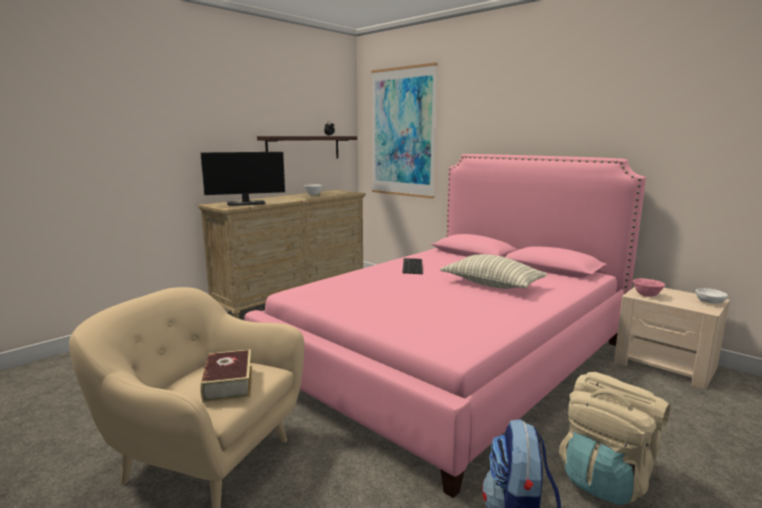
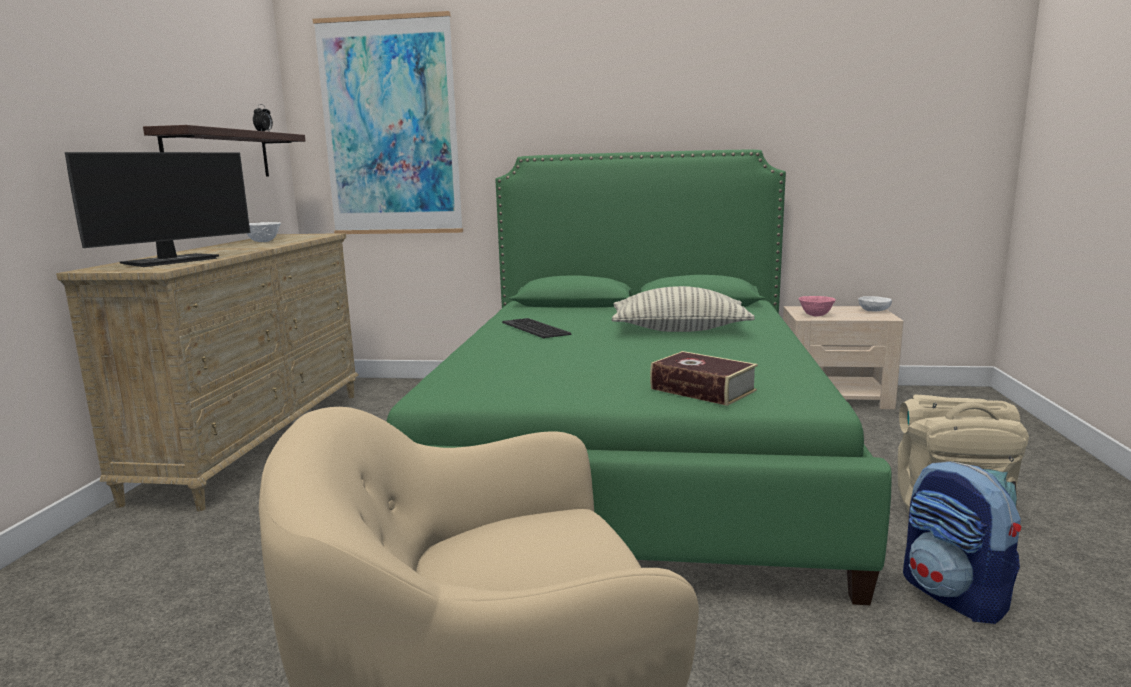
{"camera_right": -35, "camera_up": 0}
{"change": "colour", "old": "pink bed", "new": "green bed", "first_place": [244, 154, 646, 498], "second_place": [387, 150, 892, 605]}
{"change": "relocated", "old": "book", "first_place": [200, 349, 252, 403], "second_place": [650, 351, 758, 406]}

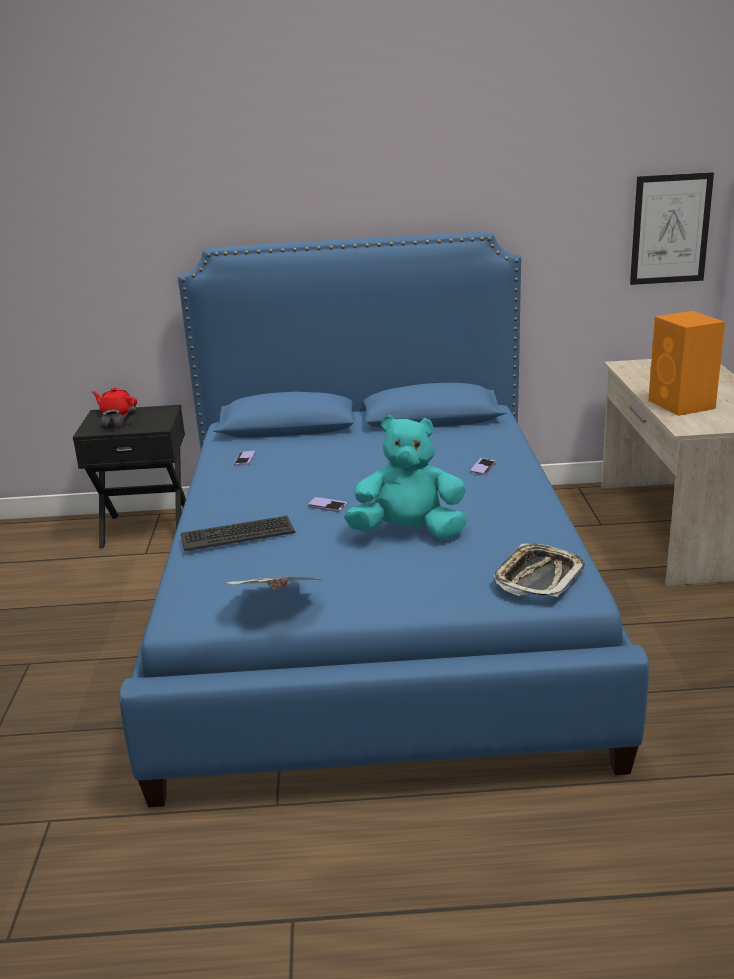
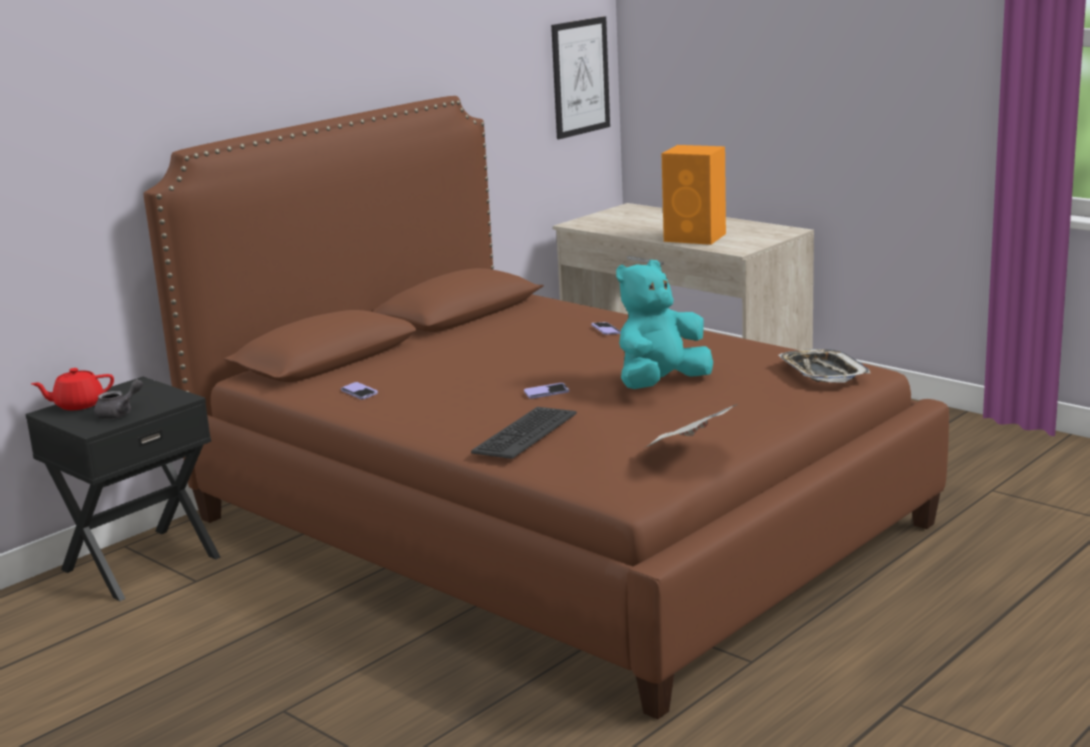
{"camera_right": -45, "camera_up": -5}
{"change": "colour", "old": "blue bed", "new": "brown bed", "first_place": [119, 232, 649, 808], "second_place": [144, 96, 949, 720]}

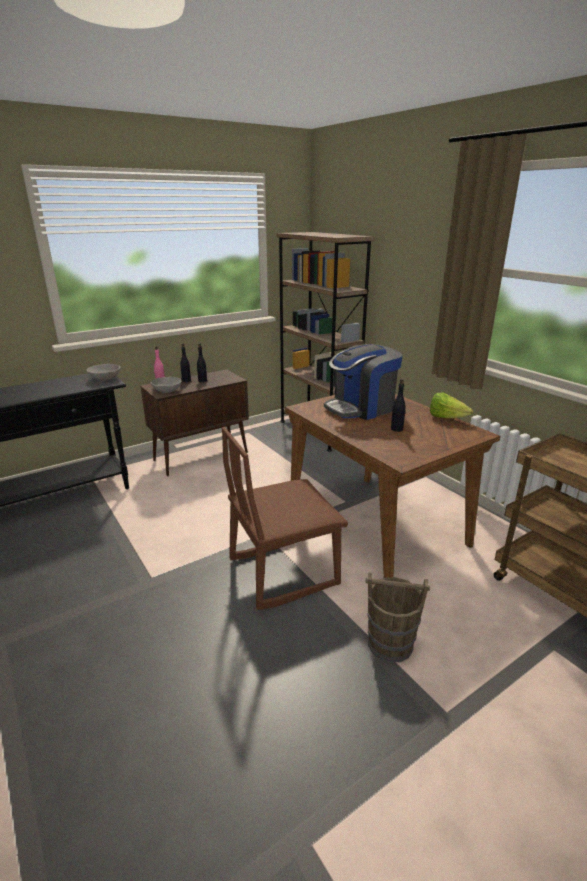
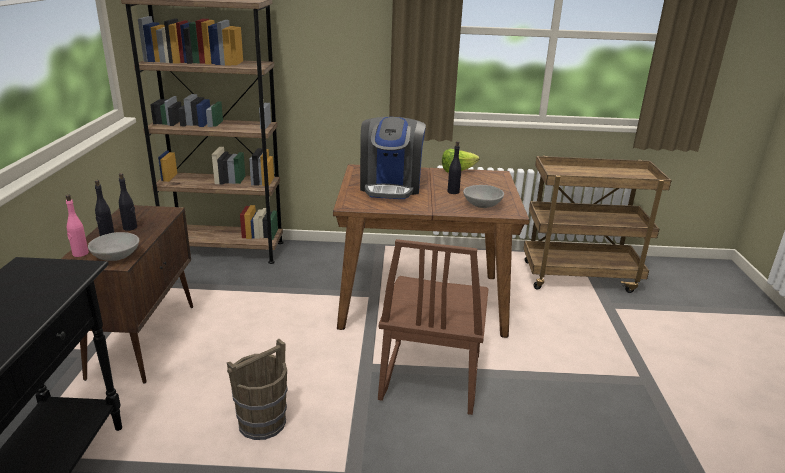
{"camera_right": -55, "camera_up": 0}
{"change": "relocated", "old": "brown bucket", "first_place": [365, 572, 430, 663], "second_place": [227, 339, 287, 440]}
{"change": "relocated", "old": "grey bowl", "first_place": [87, 364, 120, 381], "second_place": [463, 185, 504, 208]}

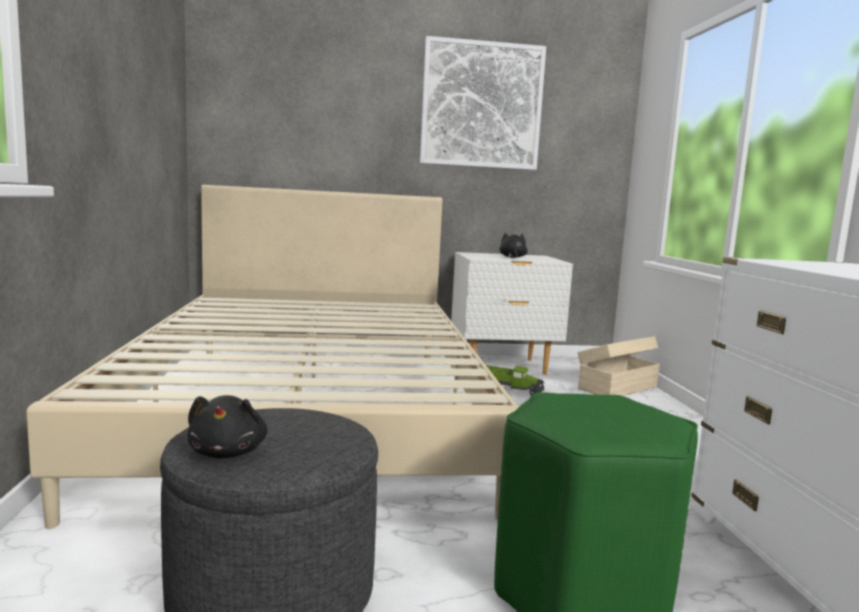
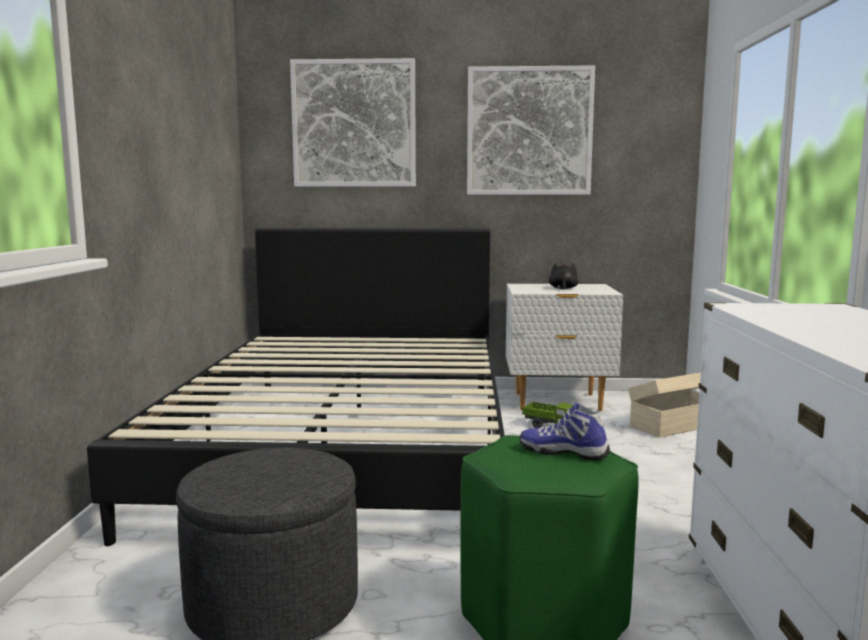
{"camera_right": 10, "camera_up": 0}
{"change": "colour", "old": "beige bed", "new": "black bed", "first_place": [26, 185, 520, 529], "second_place": [87, 228, 505, 546]}
{"change": "appeared", "new": "picture", "second_place": [290, 58, 416, 187]}
{"change": "appeared", "new": "shoe", "second_place": [519, 403, 610, 460]}
{"change": "missing", "old": "black plush toy", "first_place": [187, 395, 267, 458]}

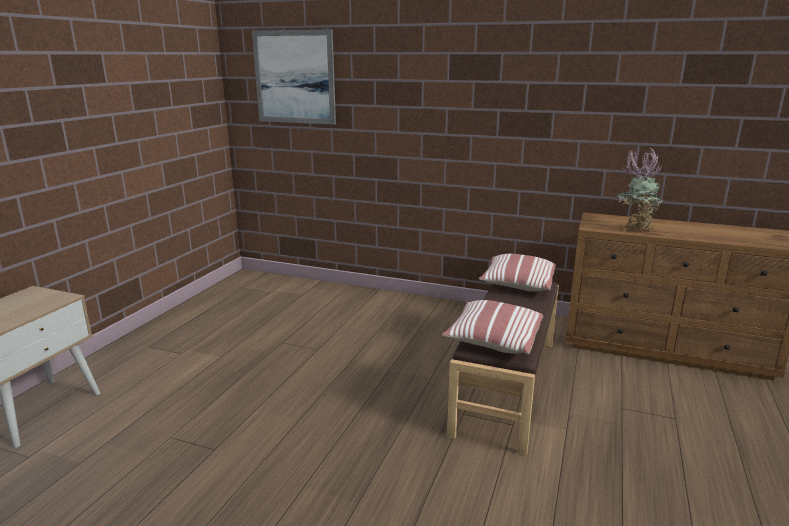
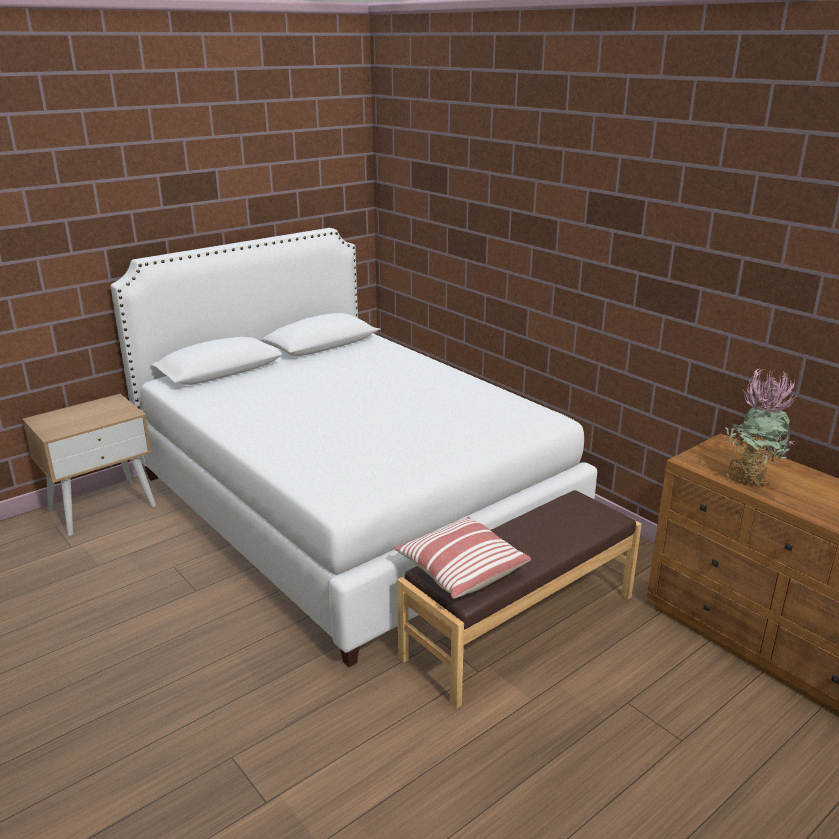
{"camera_right": 30, "camera_up": 5}
{"change": "appeared", "new": "white bed", "second_place": [110, 228, 597, 667]}
{"change": "missing", "old": "picture", "first_place": [252, 29, 336, 125]}
{"change": "missing", "old": "pillow", "first_place": [479, 254, 556, 291]}

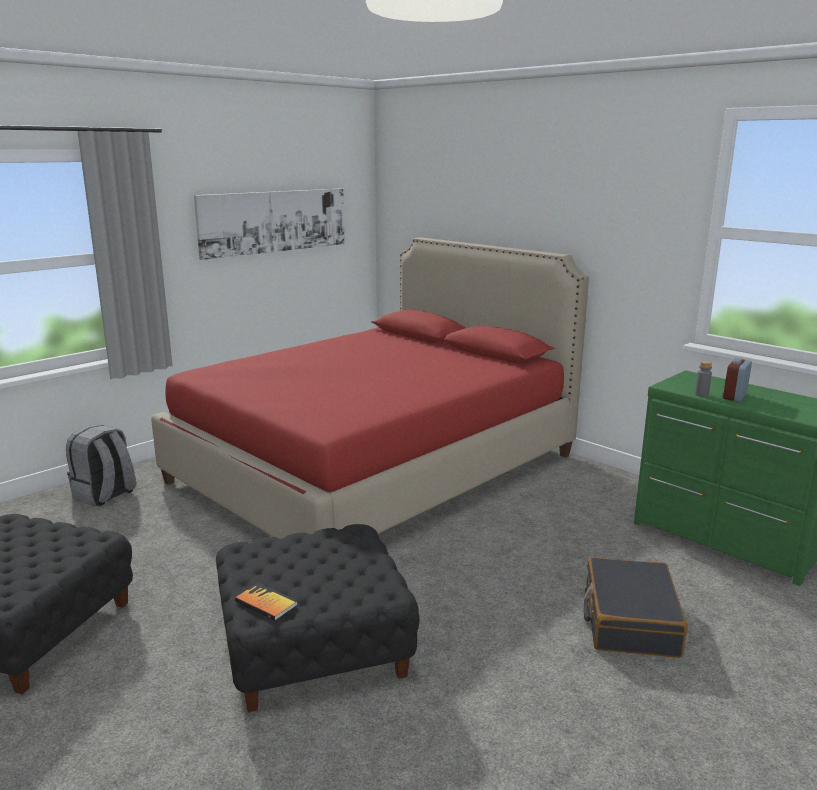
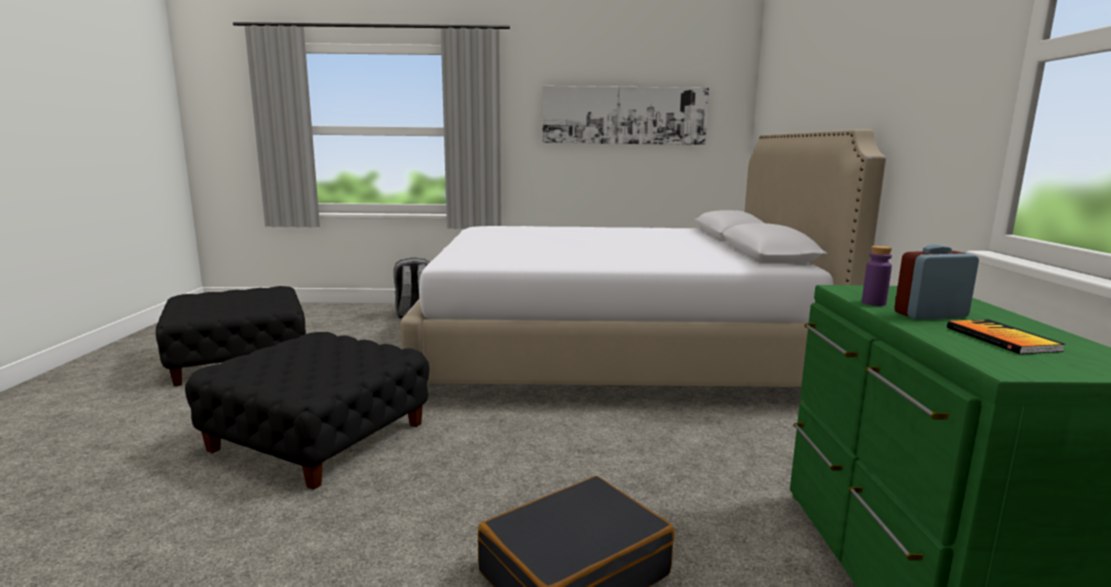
{"camera_right": 45, "camera_up": -5}
{"change": "colour", "old": "red bed", "new": "white bed", "first_place": [151, 237, 589, 539], "second_place": [400, 129, 886, 387]}
{"change": "colour", "old": "grey bottle", "new": "purple bottle", "first_place": [695, 361, 712, 397], "second_place": [862, 246, 892, 306]}
{"change": "relocated", "old": "book", "first_place": [235, 583, 298, 621], "second_place": [947, 319, 1066, 354]}

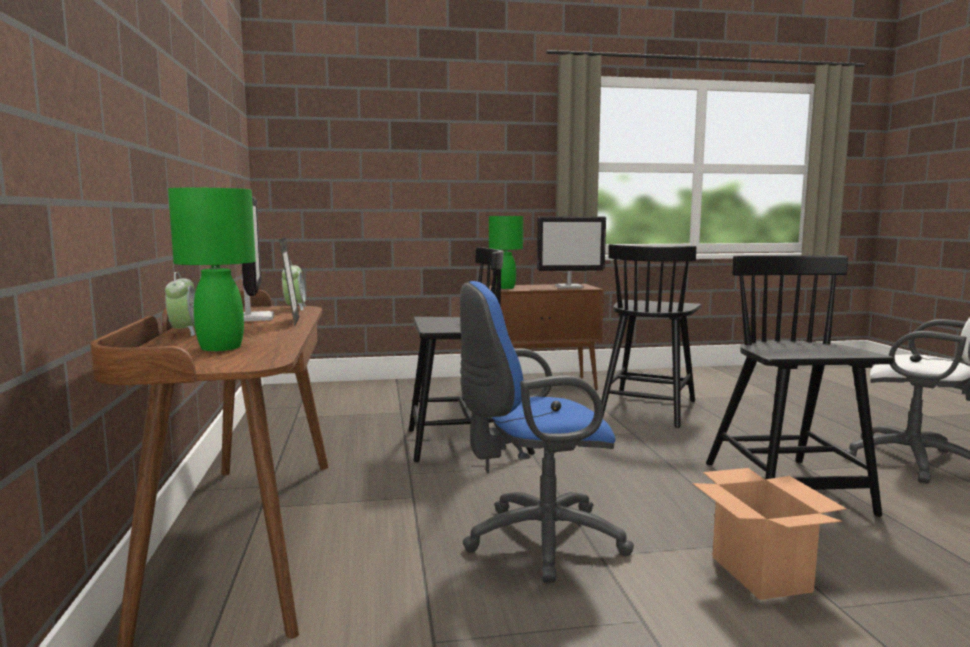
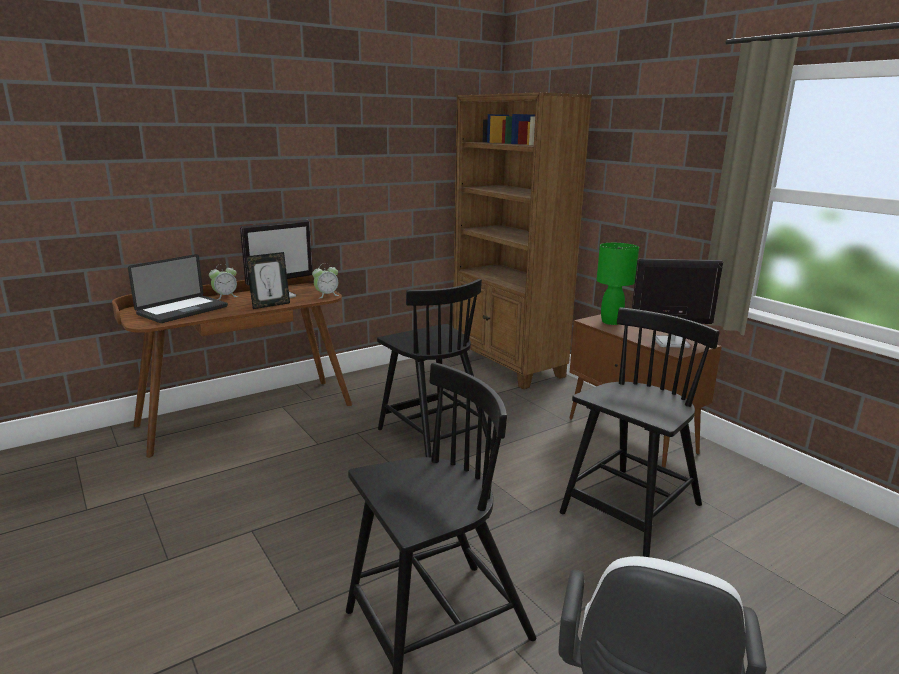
{"camera_right": 65, "camera_up": 10}
{"change": "exchanged", "old": "green table lamp", "new": "laptop", "first_place": [168, 188, 256, 351], "second_place": [128, 254, 228, 323]}
{"change": "appeared", "new": "brown bookcase", "second_place": [453, 92, 592, 389]}
{"change": "spun", "old": "black chair", "first_place": [601, 244, 701, 428], "second_place": [560, 307, 720, 557], "degrees": 135}
{"change": "spun", "old": "monitor", "first_place": [537, 216, 606, 288], "second_place": [632, 258, 723, 348], "degrees": 120}
{"change": "missing", "old": "blue office chair", "first_place": [460, 281, 634, 583]}
{"change": "missing", "old": "cardboard box", "first_place": [692, 468, 847, 600]}

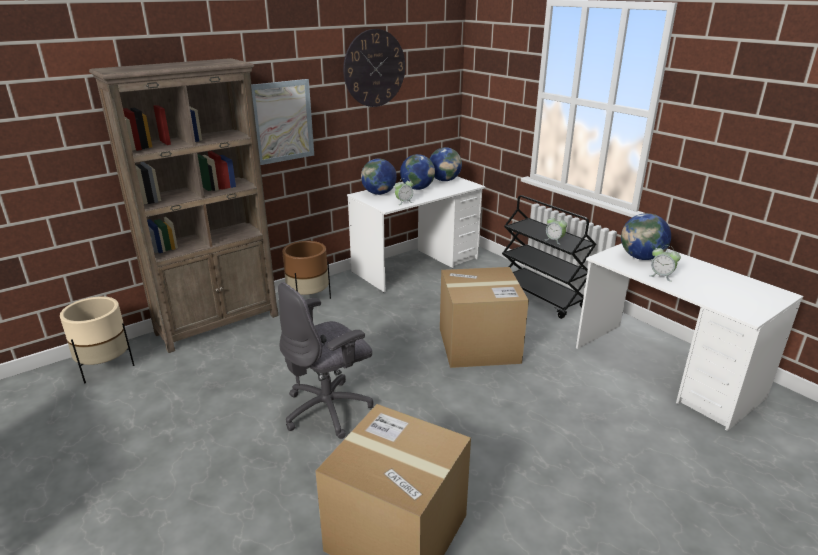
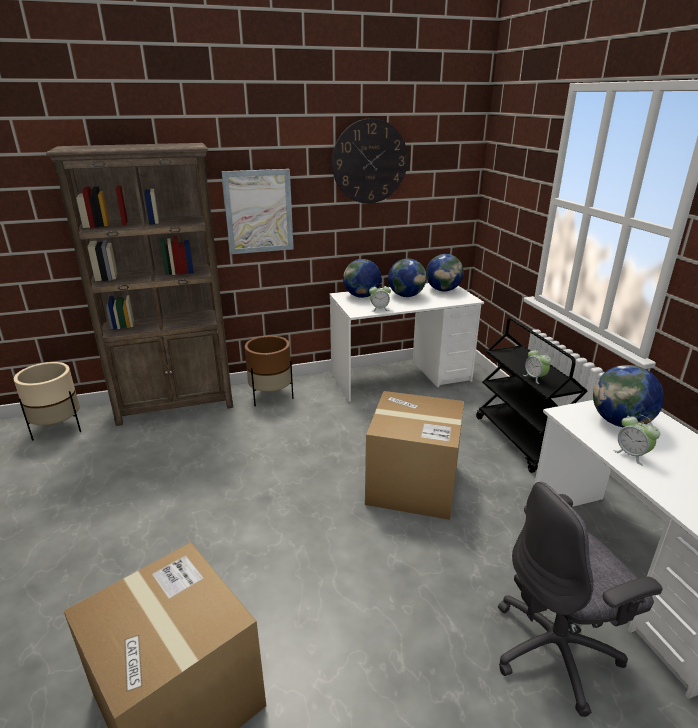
{"camera_right": 20, "camera_up": 0}
{"change": "relocated", "old": "grey office chair", "first_place": [278, 282, 374, 439], "second_place": [498, 482, 662, 717]}

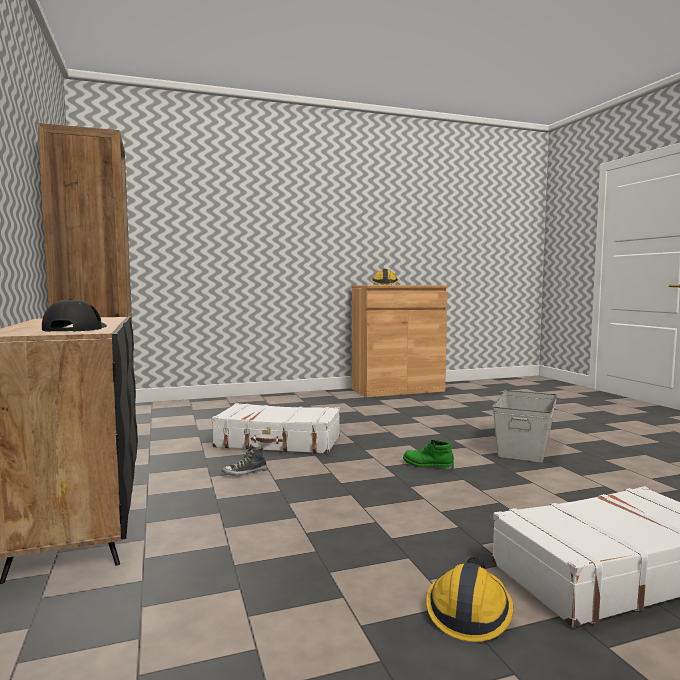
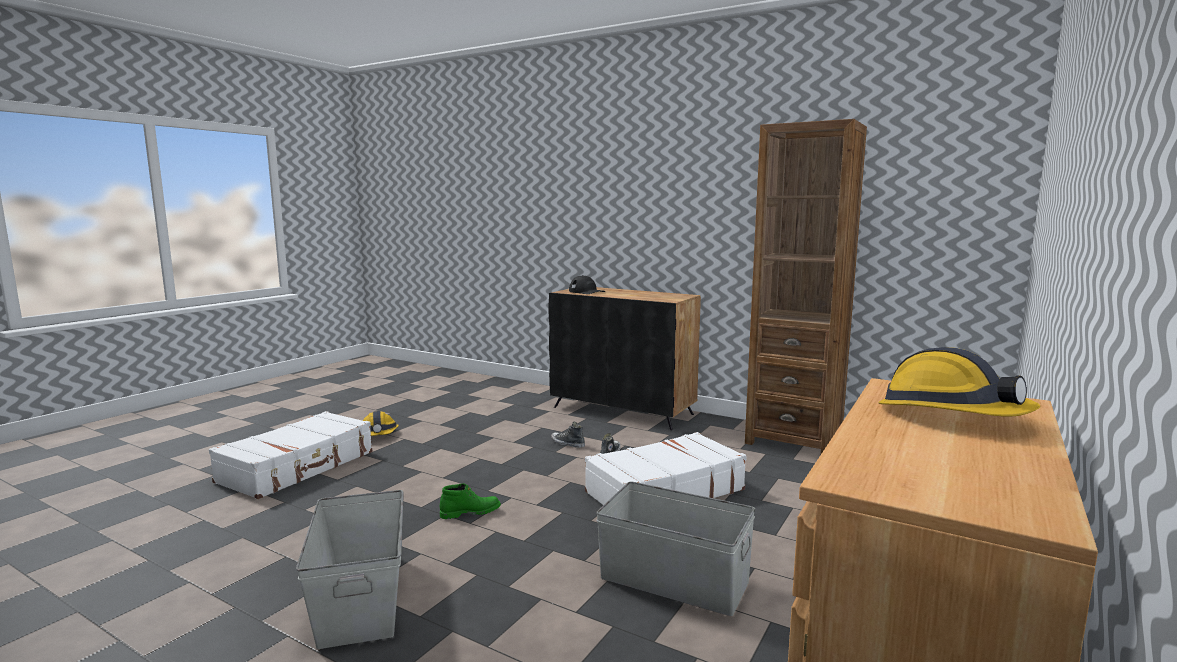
{"camera_right": 140, "camera_up": 5}
{"change": "appeared", "new": "shoe", "second_place": [551, 422, 585, 448]}
{"change": "appeared", "new": "grey storage box", "second_place": [596, 481, 755, 616]}

